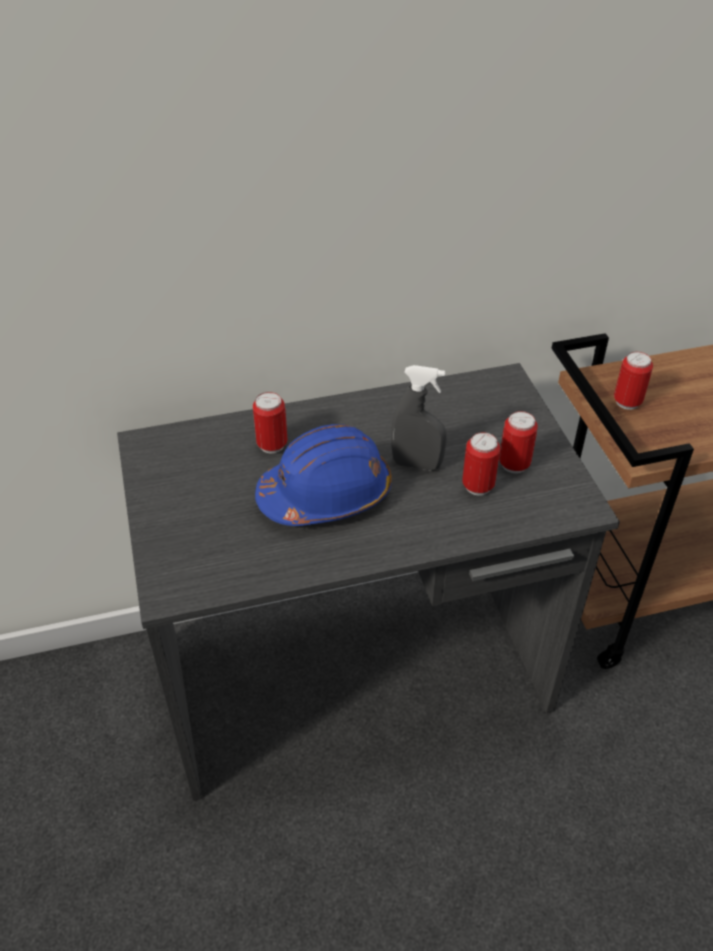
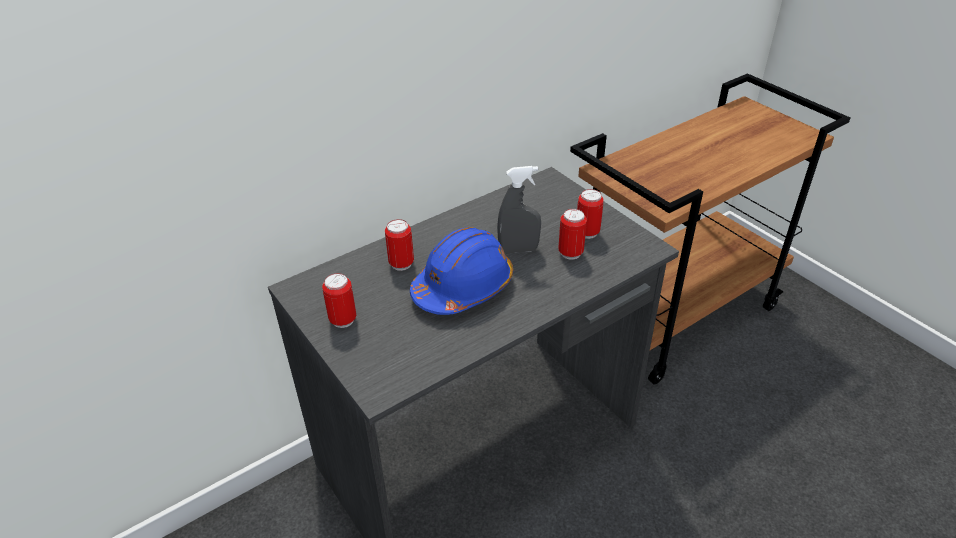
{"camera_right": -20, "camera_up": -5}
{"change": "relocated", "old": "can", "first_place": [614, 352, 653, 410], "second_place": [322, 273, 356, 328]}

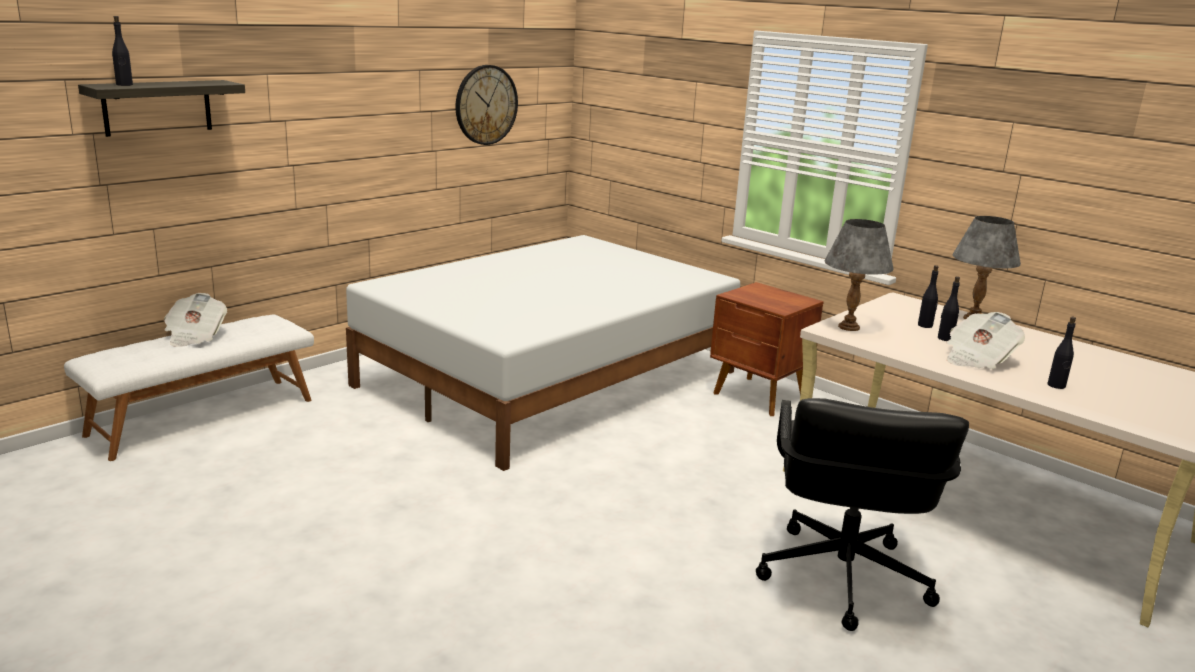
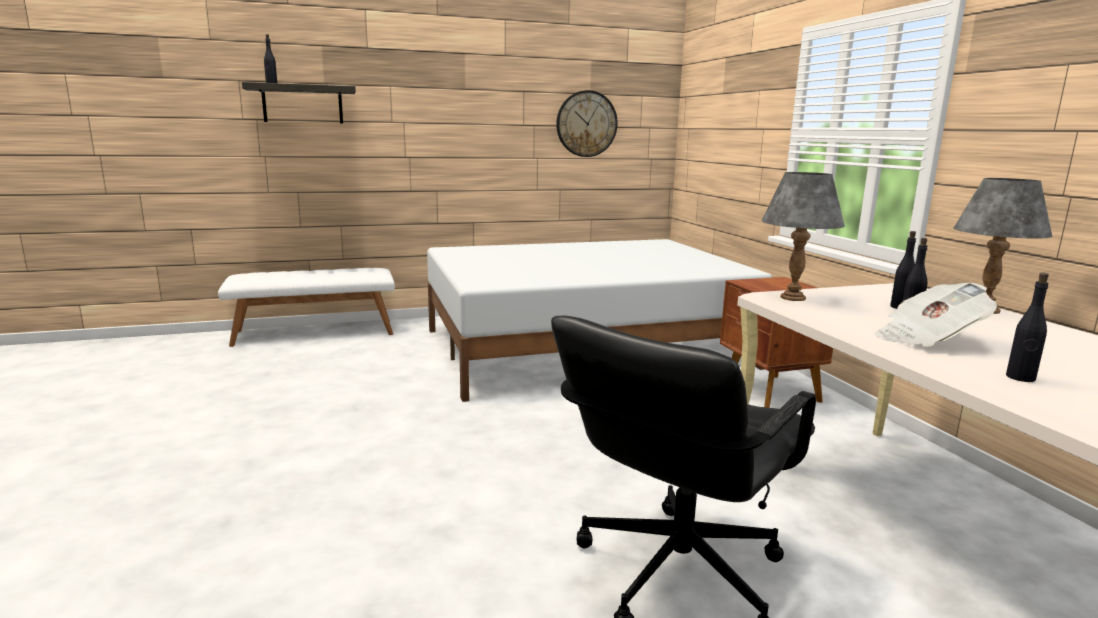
{"camera_right": 30, "camera_up": -5}
{"change": "missing", "old": "newspaper", "first_place": [164, 293, 227, 347]}

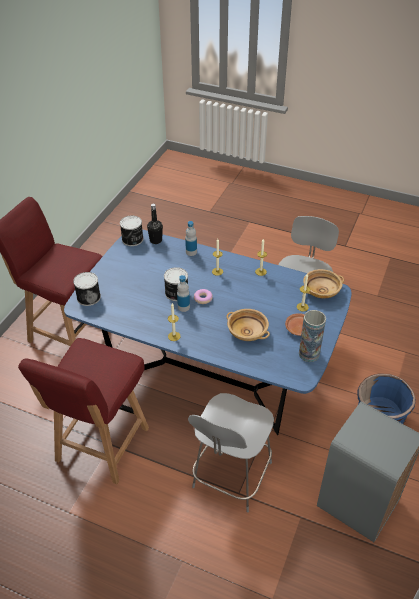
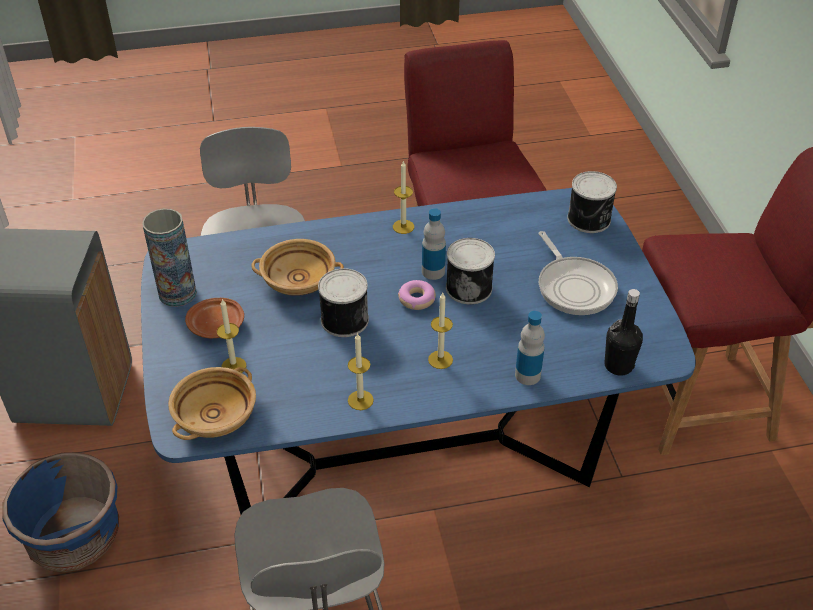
{"camera_right": 145, "camera_up": 0}
{"change": "relocated", "old": "can", "first_place": [120, 215, 144, 246], "second_place": [318, 268, 369, 337]}
{"change": "appeared", "new": "frying pan", "second_place": [538, 231, 618, 315]}

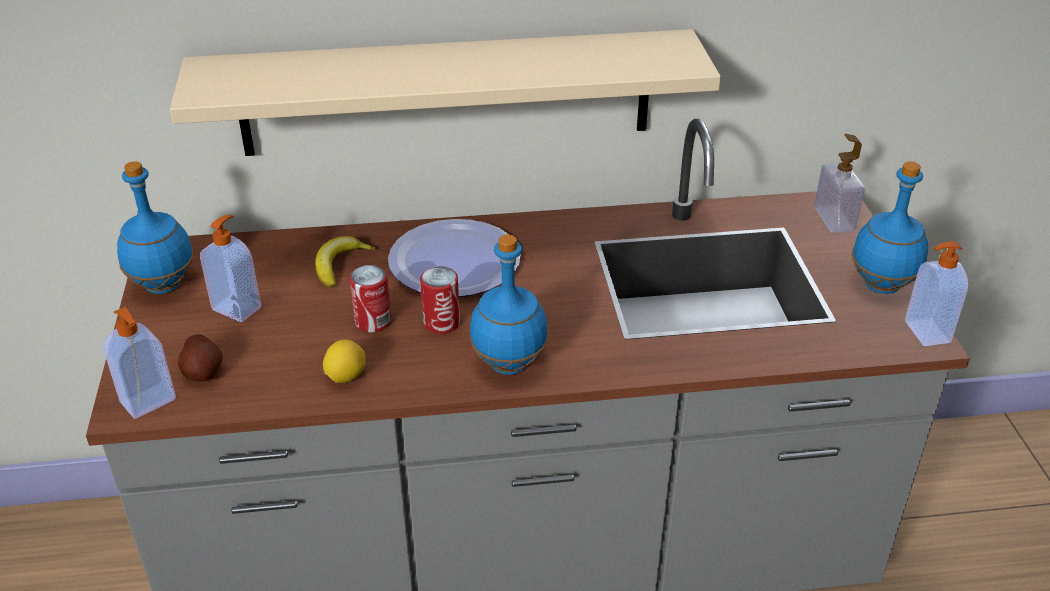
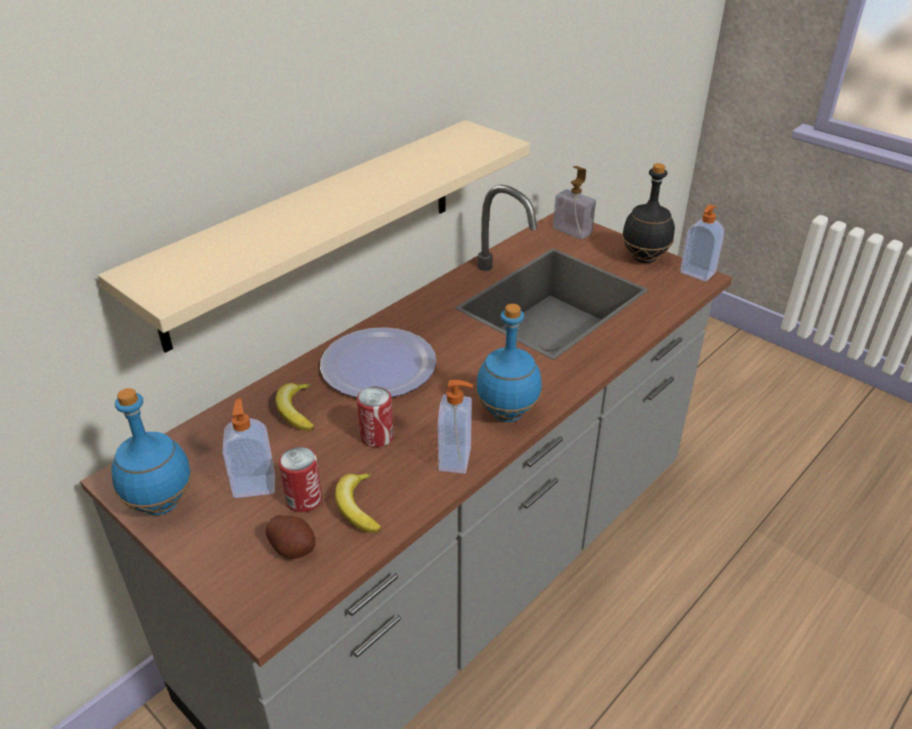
{"camera_right": -40, "camera_up": 0}
{"change": "relocated", "old": "can", "first_place": [420, 266, 460, 334], "second_place": [279, 447, 322, 512]}
{"change": "appeared", "new": "banana", "second_place": [335, 473, 381, 533]}
{"change": "relocated", "old": "soap dispenser", "first_place": [103, 307, 176, 419], "second_place": [438, 380, 473, 474]}
{"change": "colour", "old": "blue bottle", "new": "black bottle", "first_place": [852, 161, 928, 294], "second_place": [622, 163, 675, 263]}
{"change": "missing", "old": "lemon", "first_place": [323, 339, 366, 383]}

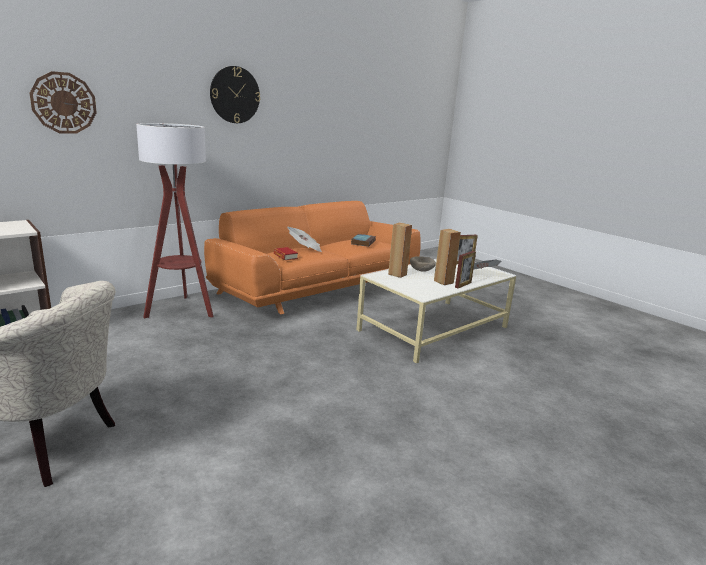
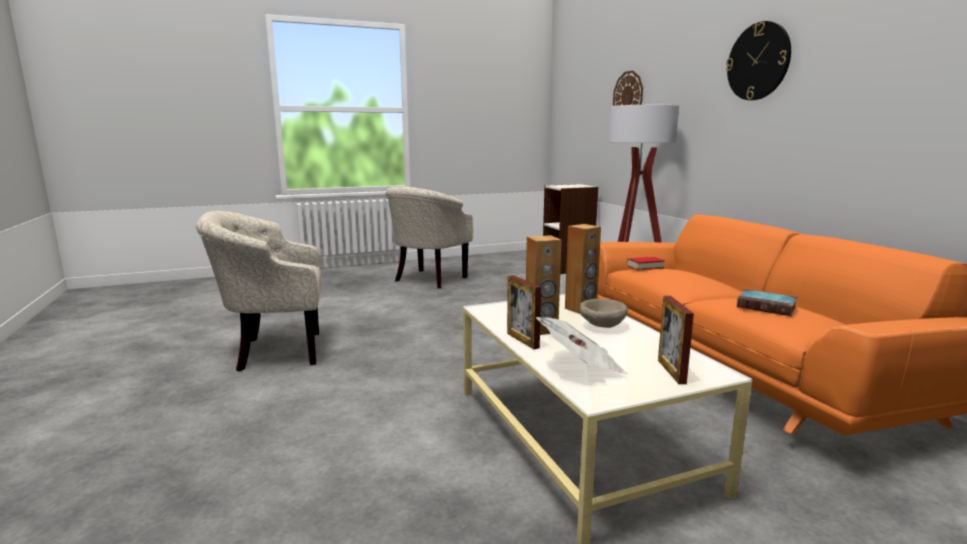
{"camera_right": 110, "camera_up": -5}
{"change": "appeared", "new": "beige armchair", "second_place": [196, 211, 321, 371]}
{"change": "missing", "old": "newspaper", "first_place": [287, 227, 322, 252]}

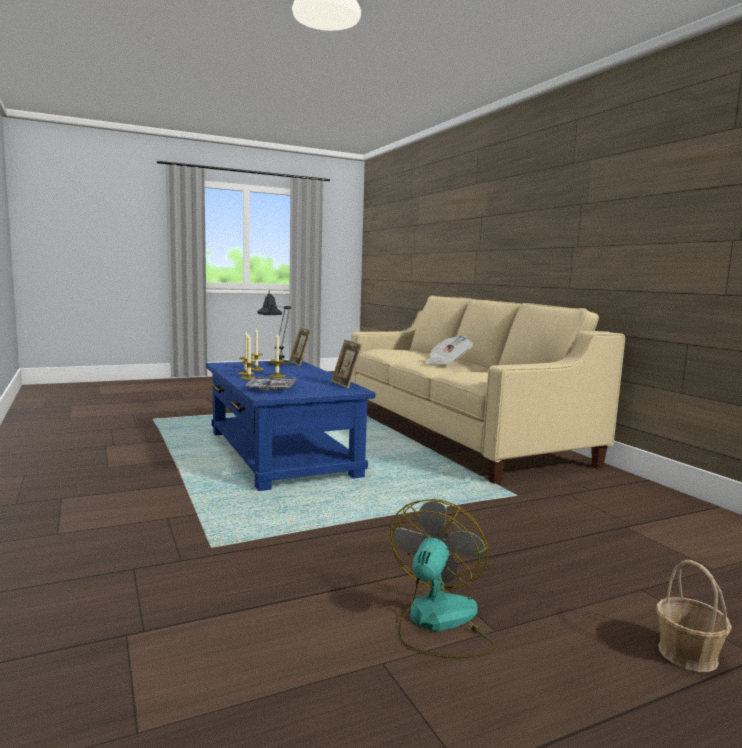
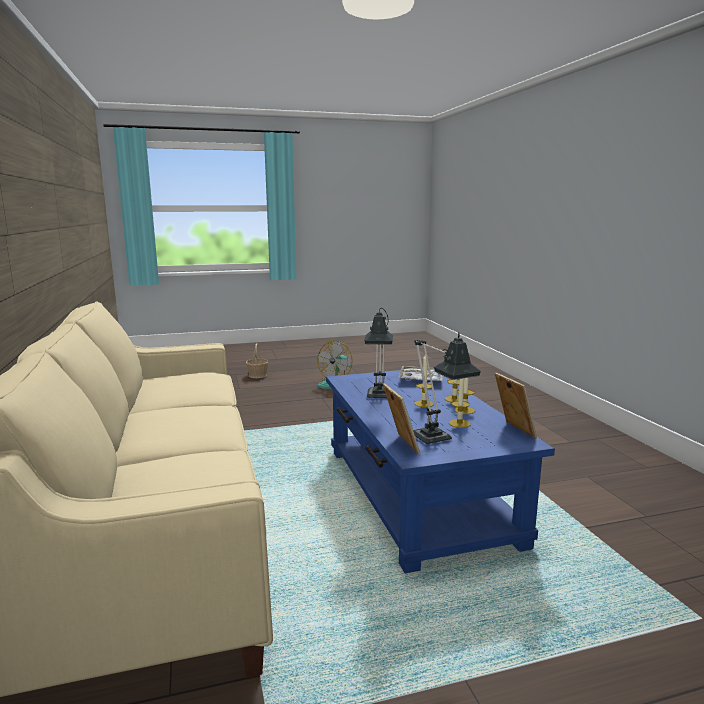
{"camera_right": -170, "camera_up": 5}
{"change": "appeared", "new": "table lamp", "second_place": [364, 308, 393, 398]}
{"change": "relocated", "old": "picture frame", "first_place": [331, 340, 362, 388], "second_place": [495, 372, 537, 439]}
{"change": "missing", "old": "newspaper", "first_place": [425, 336, 473, 365]}

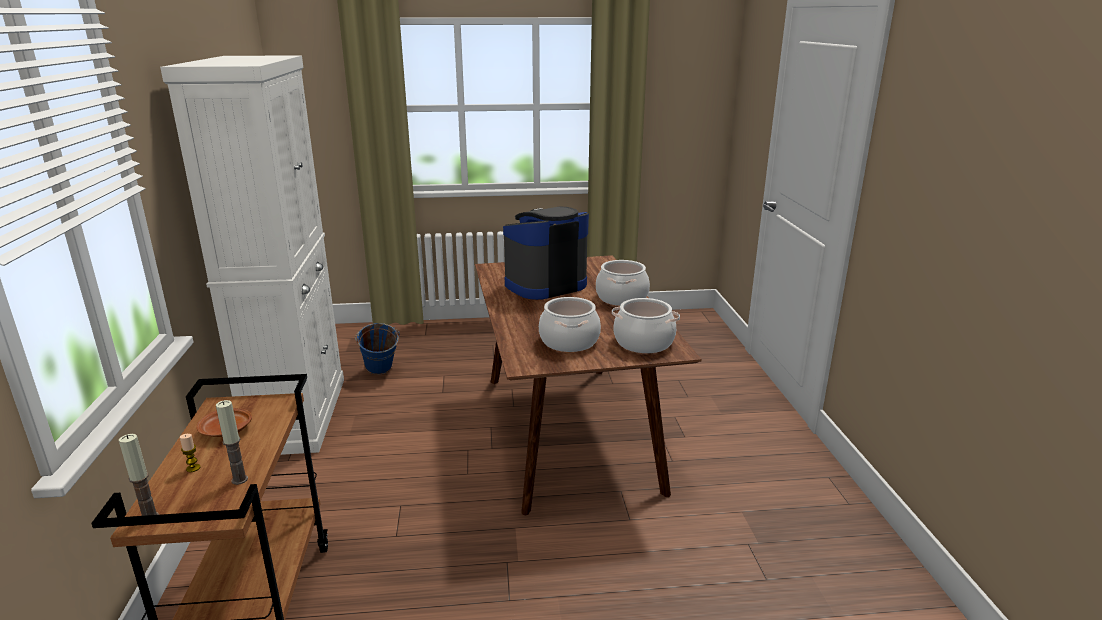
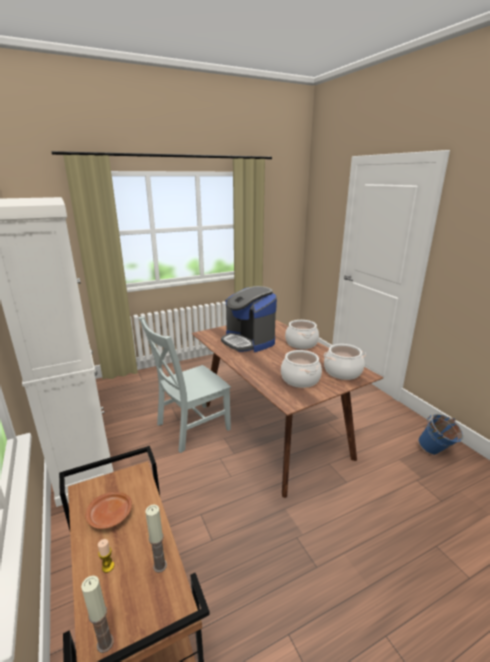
{"camera_right": -20, "camera_up": 0}
{"change": "appeared", "new": "grey chair", "second_place": [139, 317, 231, 453]}
{"change": "spun", "old": "coffee machine", "first_place": [503, 207, 589, 300], "second_place": [221, 286, 277, 352], "degrees": -75}
{"change": "relocated", "old": "blue bucket", "first_place": [355, 323, 400, 375], "second_place": [418, 414, 463, 455]}

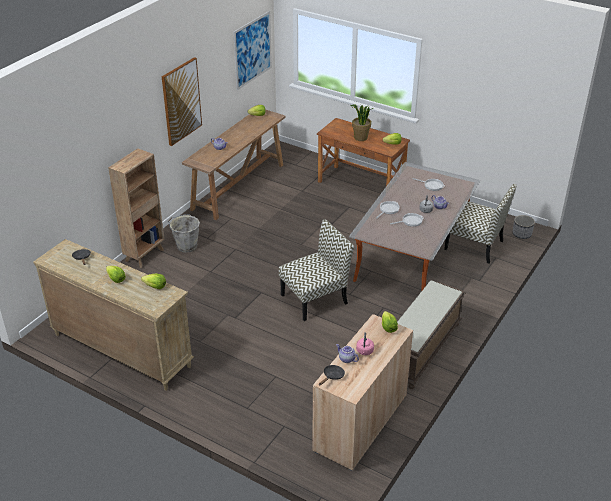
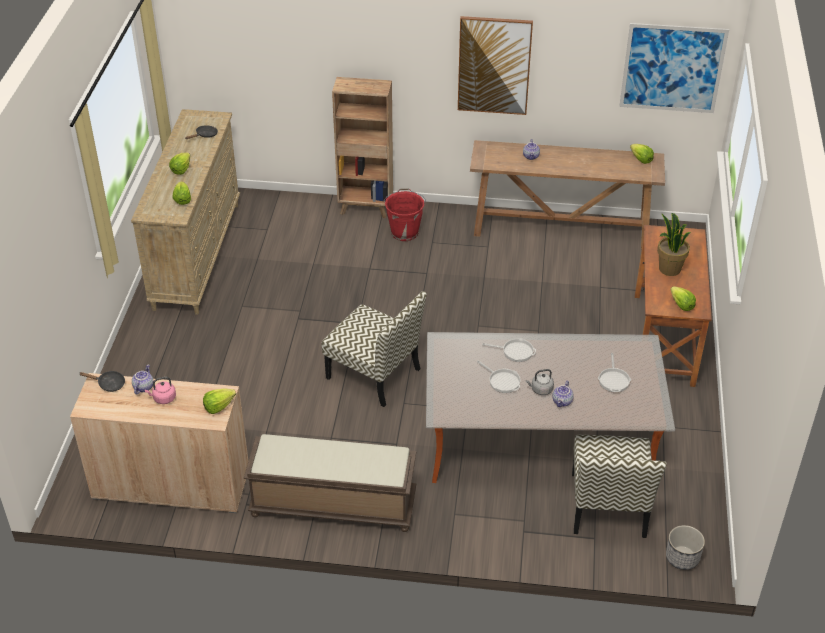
{"camera_right": 65, "camera_up": 5}
{"change": "colour", "old": "grey bucket", "new": "red bucket", "first_place": [168, 214, 200, 253], "second_place": [384, 188, 426, 241]}

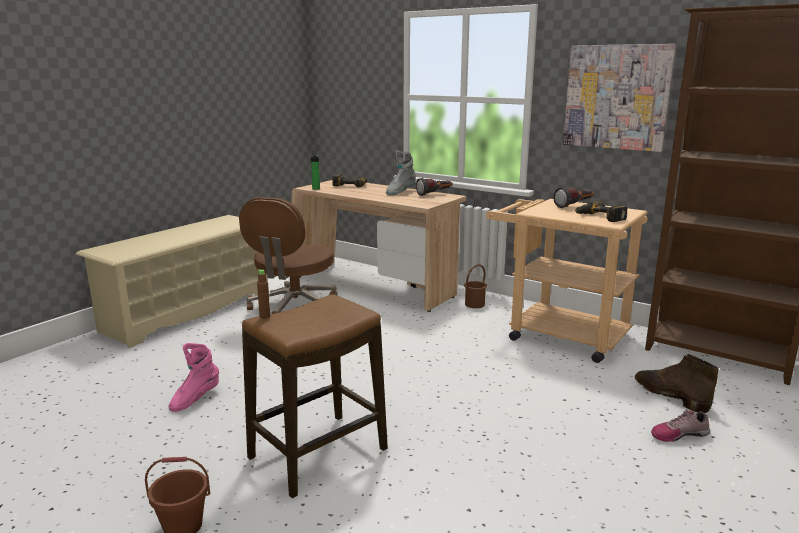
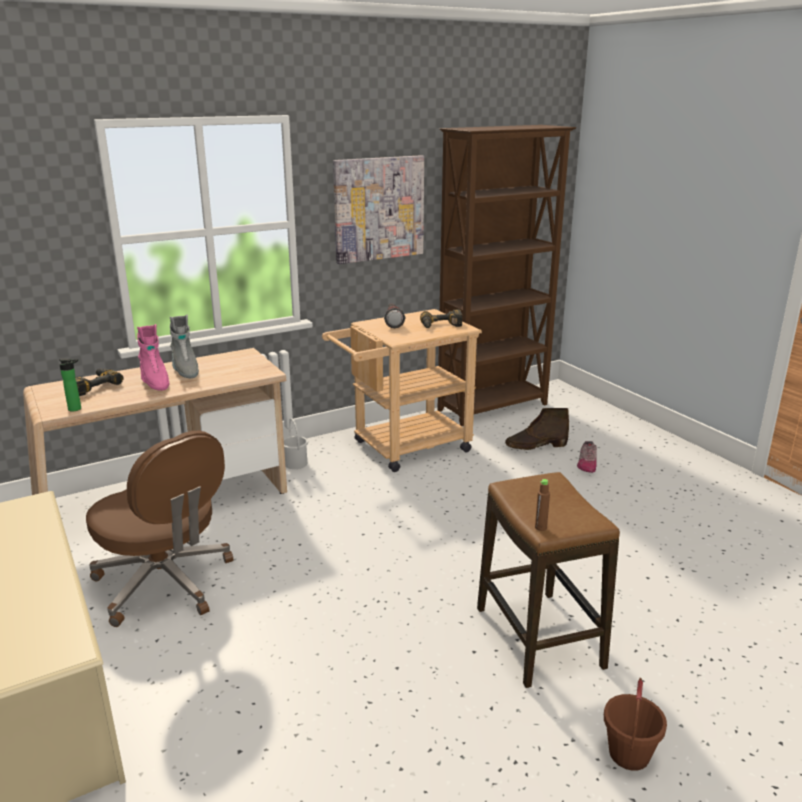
{"camera_right": -65, "camera_up": 5}
{"change": "relocated", "old": "pink boot", "first_place": [168, 343, 219, 412], "second_place": [137, 324, 169, 391]}
{"change": "colour", "old": "brown bucket", "new": "white bucket", "first_place": [464, 264, 487, 308], "second_place": [284, 418, 308, 469]}
{"change": "missing", "old": "flashlight", "first_place": [416, 178, 453, 196]}

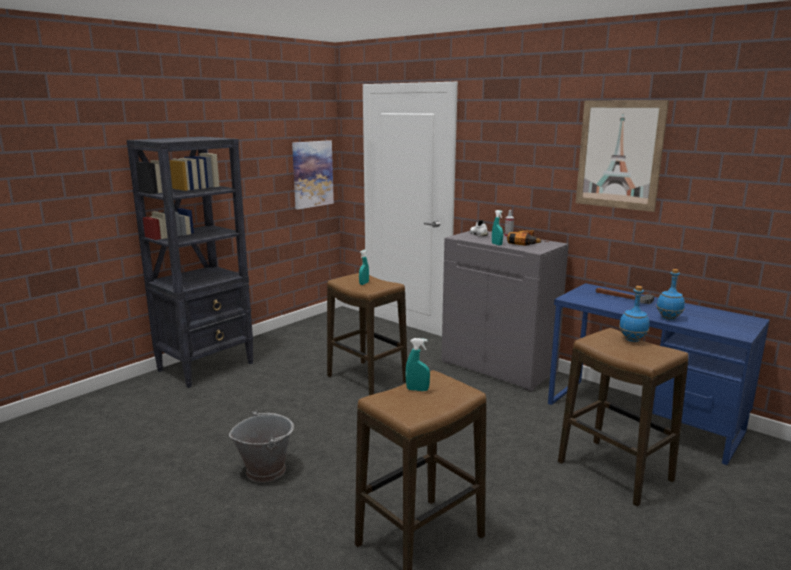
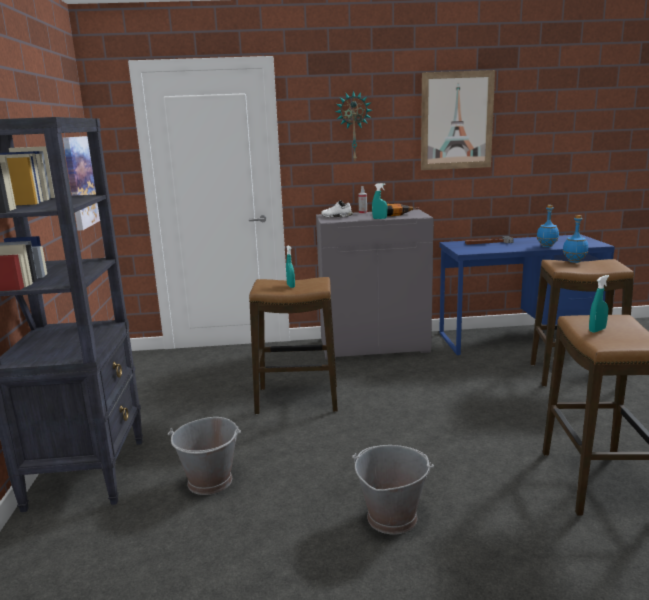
{"camera_right": -45, "camera_up": 0}
{"change": "appeared", "new": "grey bucket", "second_place": [168, 417, 241, 495]}
{"change": "appeared", "new": "wall clock", "second_place": [335, 90, 372, 160]}

